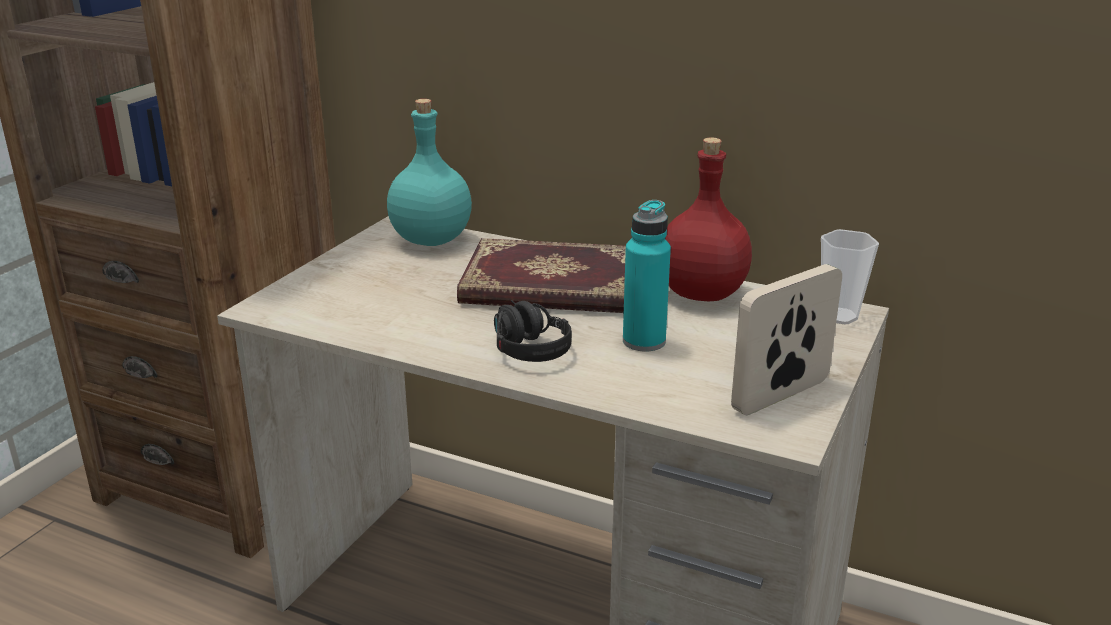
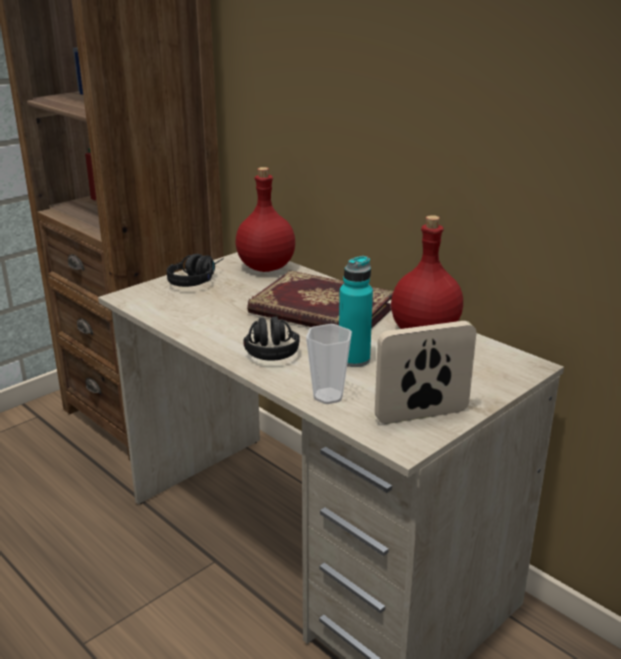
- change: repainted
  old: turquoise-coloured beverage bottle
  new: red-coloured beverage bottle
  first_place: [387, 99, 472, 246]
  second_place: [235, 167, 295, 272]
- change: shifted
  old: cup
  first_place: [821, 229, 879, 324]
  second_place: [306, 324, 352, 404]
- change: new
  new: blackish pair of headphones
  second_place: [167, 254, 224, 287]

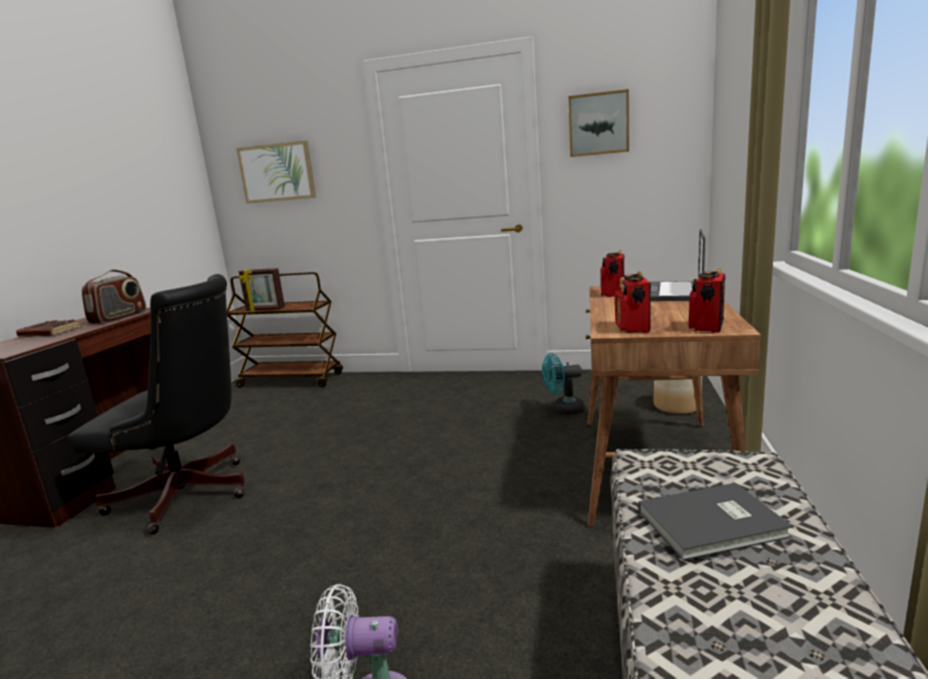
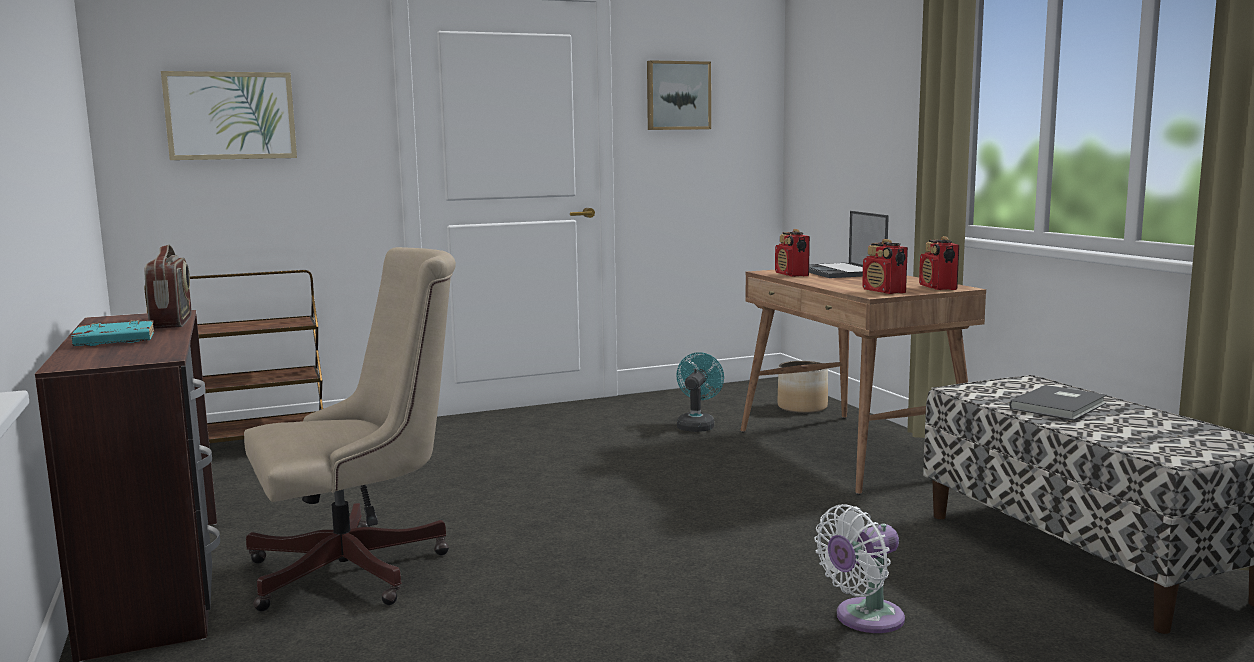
- change: repainted
  old: brownish book
  new: turquoise-coloured book
  first_place: [16, 320, 82, 337]
  second_place: [72, 320, 155, 346]
- change: repainted
  old: blackish desk chair
  new: beige desk chair
  first_place: [68, 274, 245, 535]
  second_place: [244, 247, 456, 611]
- change: gone
  old: standing frame
  first_place: [239, 268, 285, 311]
- change: rotated
  old: turquoise-coloured fan
  first_place: [542, 353, 585, 415]
  second_place: [676, 352, 724, 432]
  degrees: 150

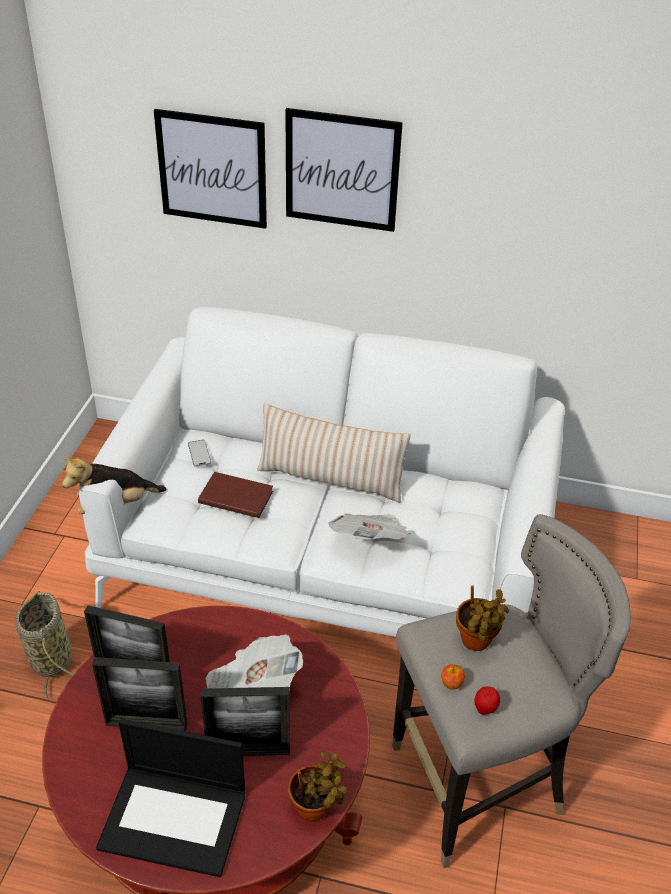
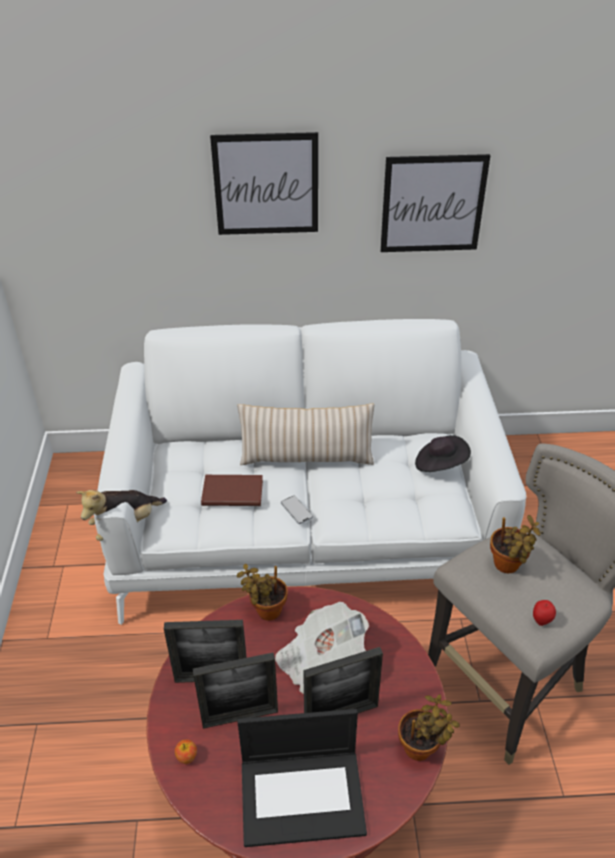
- change: gone
  old: storage basket
  first_place: [15, 591, 74, 700]
- change: shifted
  old: picture
  first_place: [154, 109, 267, 229]
  second_place: [380, 154, 491, 252]
- change: shifted
  old: phone
  first_place: [188, 440, 211, 467]
  second_place: [281, 496, 313, 524]
- change: gone
  old: daily paper
  first_place: [328, 513, 411, 539]
- change: shifted
  old: apple fruit
  first_place: [441, 664, 465, 690]
  second_place: [175, 739, 197, 764]
- change: new
  new: plant in a pot
  second_place: [237, 564, 288, 621]
- change: new
  new: blackish clothing hat
  second_place: [415, 435, 471, 472]

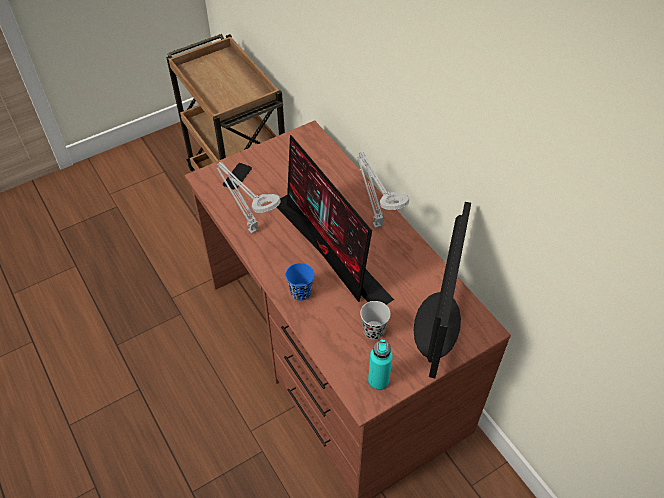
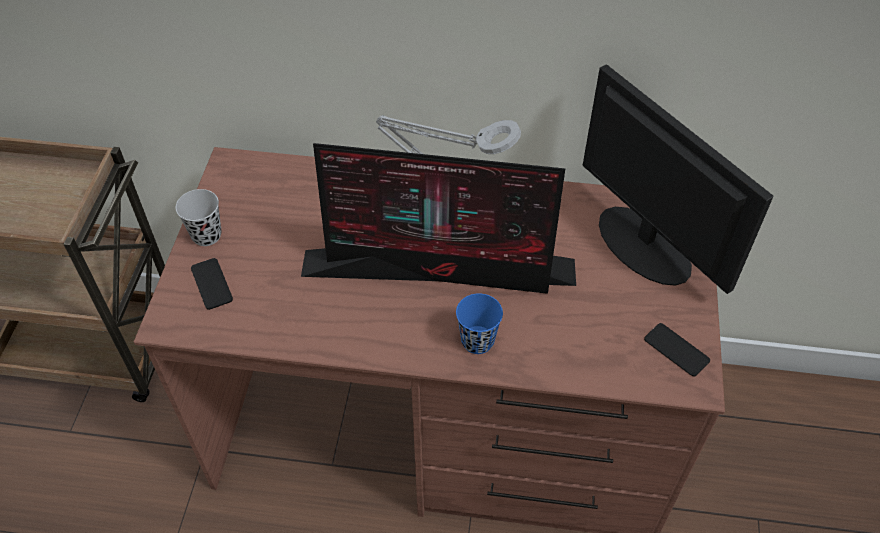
- change: gone
  old: greyish tabletop lamp
  first_place: [217, 162, 281, 234]
- change: shifted
  old: blackish cup
  first_place: [360, 301, 391, 340]
  second_place: [176, 189, 222, 246]
- change: swapped
  old: turquoise-coloured beverage bottle
  new: phone
  first_place: [368, 339, 393, 390]
  second_place: [644, 323, 710, 377]

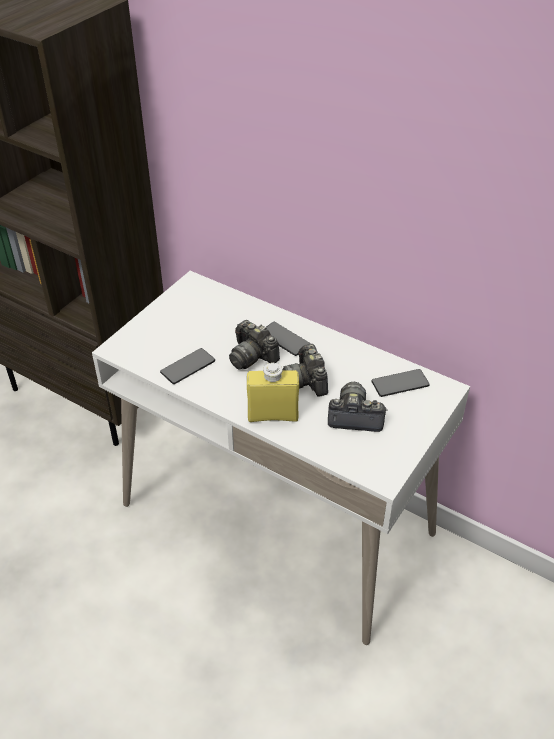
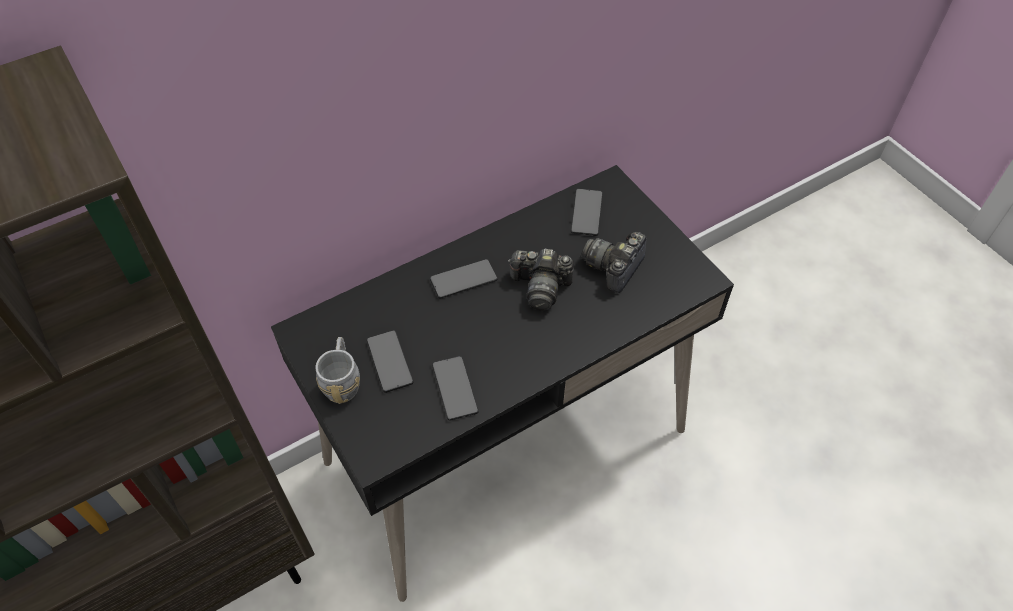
- change: repainted
  old: whitish desk
  new: blackish desk
  first_place: [92, 271, 470, 645]
  second_place: [271, 165, 734, 602]
- change: gone
  old: still camera
  first_place: [229, 320, 280, 369]
- change: gone
  old: yellowish beverage bottle
  first_place: [247, 362, 299, 422]
- change: new
  new: greyish mug
  second_place: [316, 337, 360, 404]
- change: new
  new: phone
  second_place: [367, 330, 413, 393]

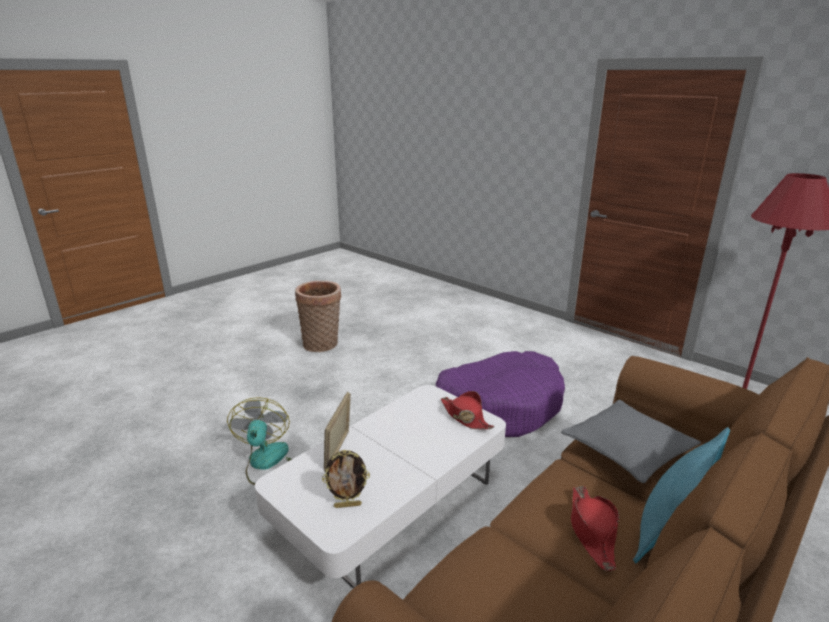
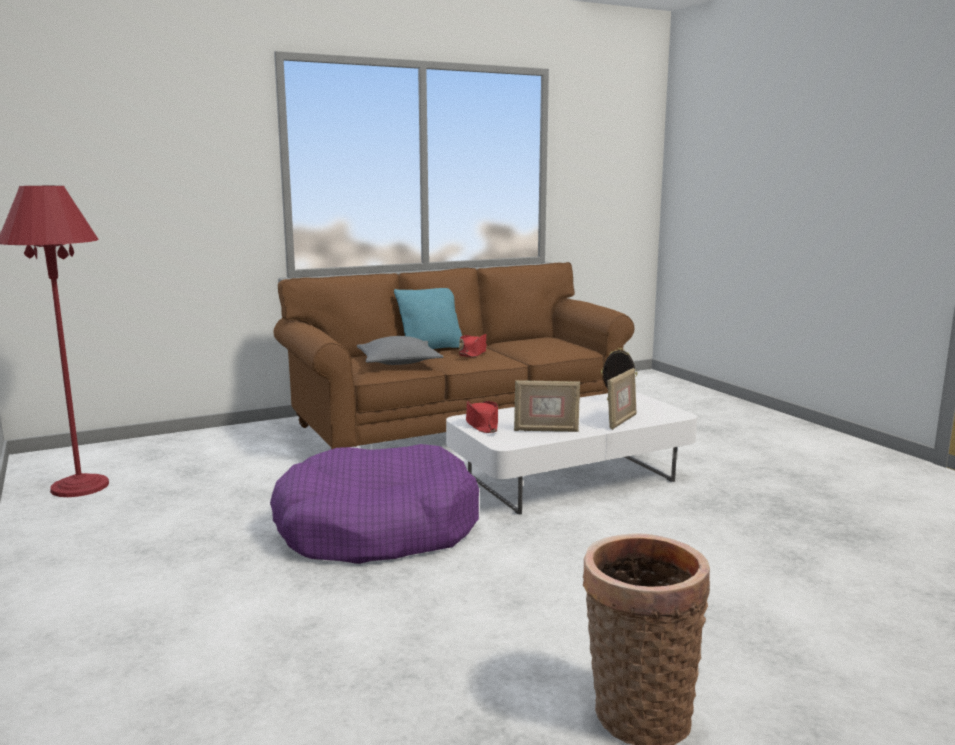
- change: gone
  old: fan
  first_place: [227, 397, 292, 485]
- change: new
  new: standing frame
  second_place: [514, 380, 580, 432]

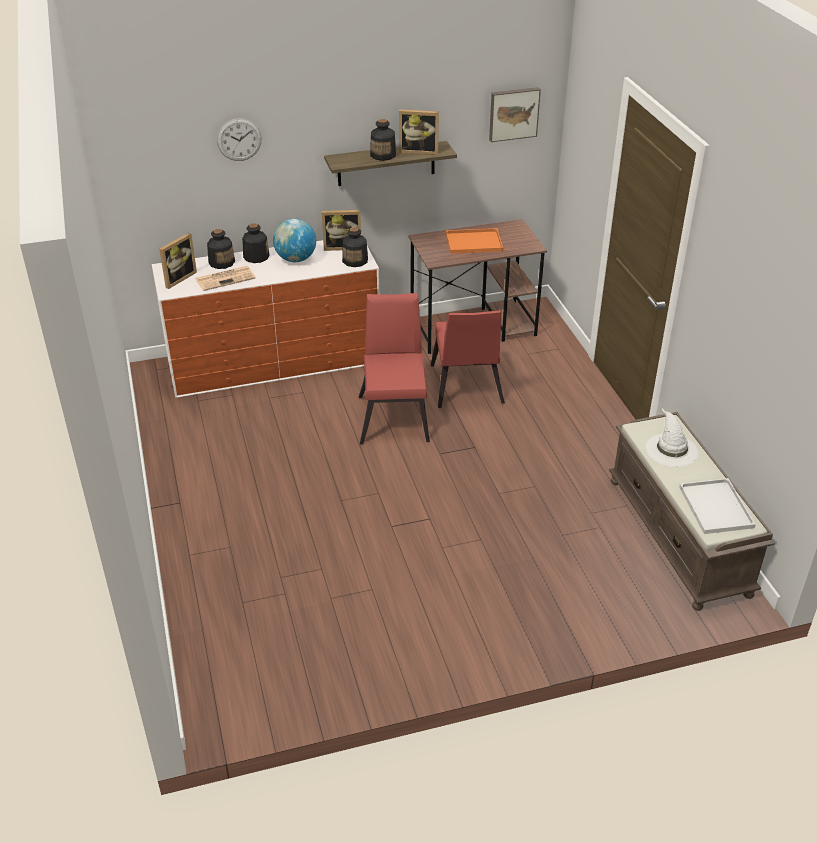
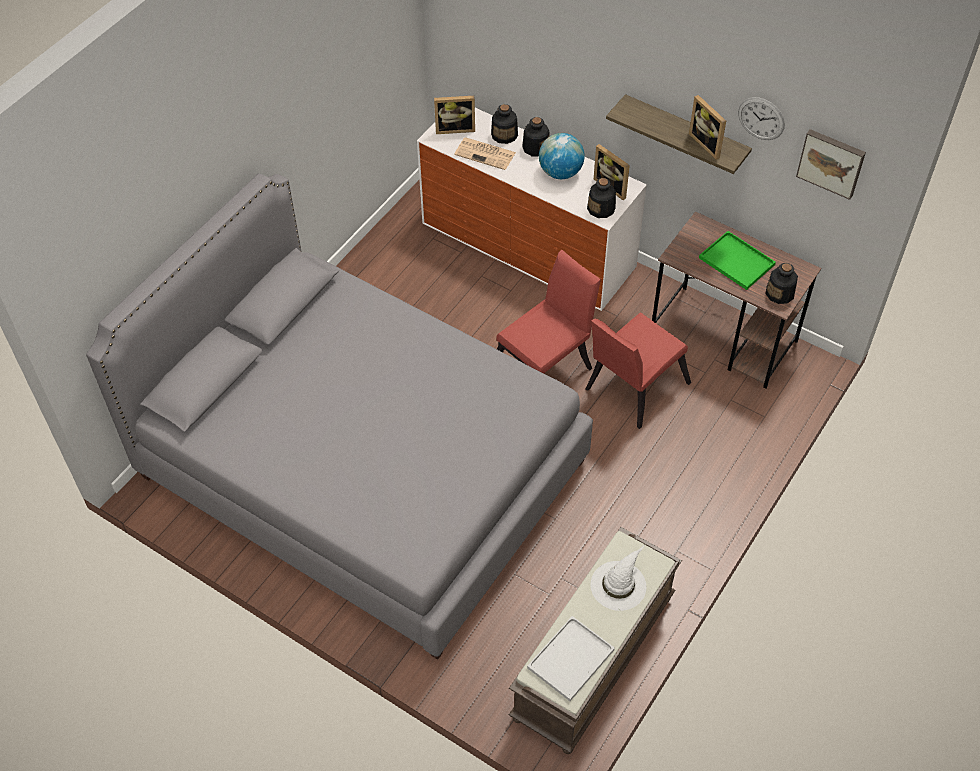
- change: shifted
  old: clock on the wall
  first_place: [217, 118, 262, 161]
  second_place: [738, 97, 785, 140]
- change: shifted
  old: beverage bottle
  first_place: [370, 119, 396, 161]
  second_place: [765, 263, 798, 304]
- change: repainted
  old: orange-coloured carrying tray
  new: green-coloured carrying tray
  first_place: [446, 228, 503, 254]
  second_place: [699, 231, 776, 290]
- change: new
  new: greyish bedroom bed
  second_place: [86, 173, 593, 660]

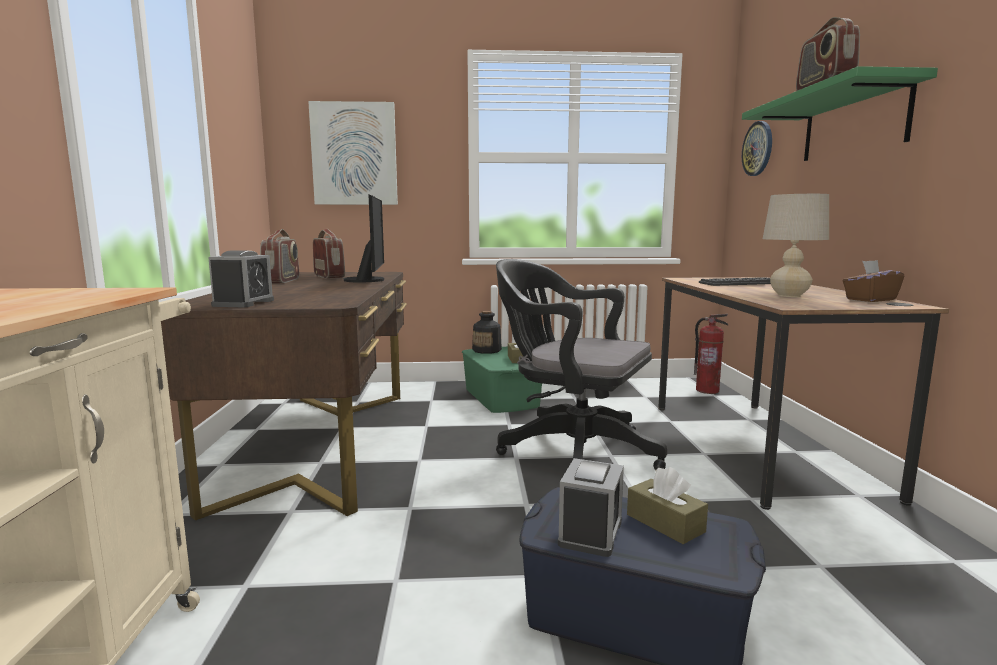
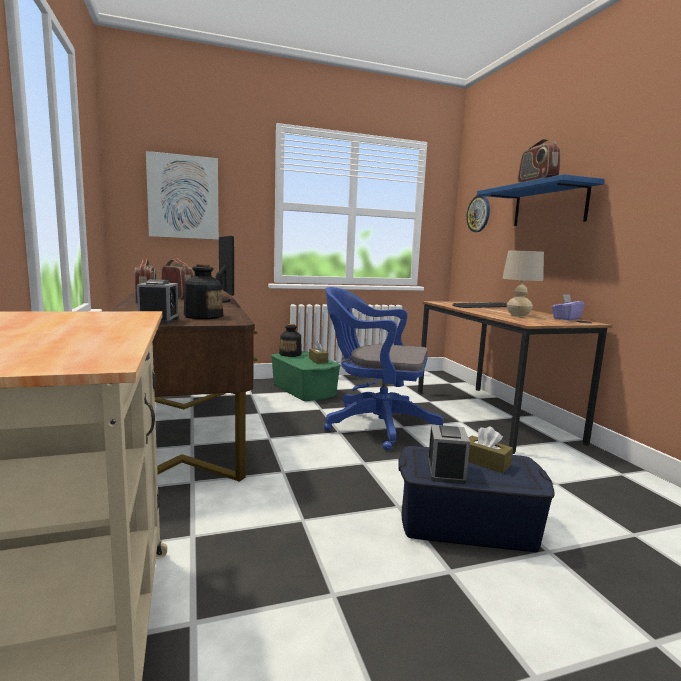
- change: repainted
  old: blackish desk chair
  new: bluish desk chair
  first_place: [496, 259, 667, 471]
  second_place: [324, 287, 443, 451]
- change: gone
  old: fire-fighting cylinder
  first_place: [694, 314, 728, 394]
- change: repainted
  old: green-coloured shelf
  new: bluish shelf
  first_place: [742, 66, 938, 161]
  second_place: [477, 174, 604, 226]
- change: repainted
  old: brownish tissue holder
  new: purplish tissue holder
  first_place: [843, 260, 904, 302]
  second_place: [552, 294, 585, 320]
- change: new
  new: beverage bottle
  second_place: [184, 264, 223, 319]

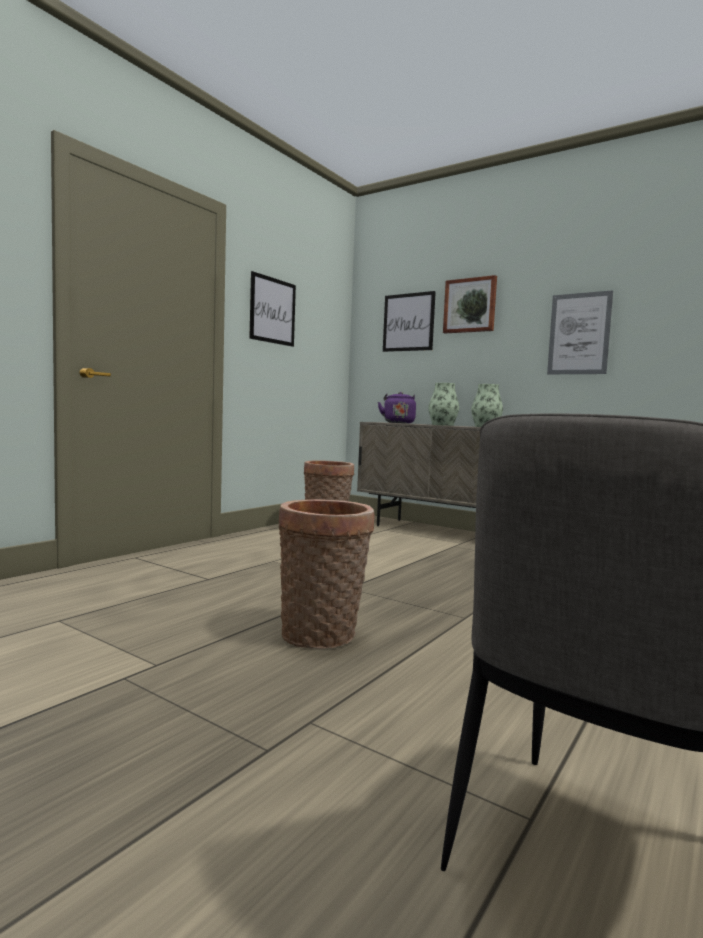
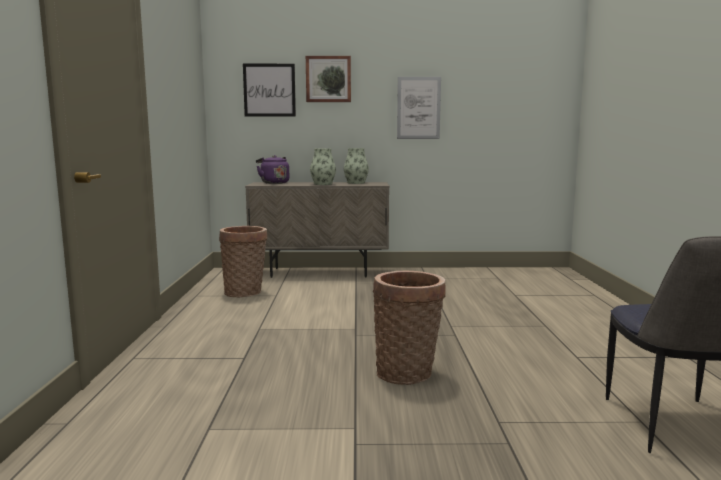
- change: gone
  old: picture
  first_place: [249, 271, 296, 347]

